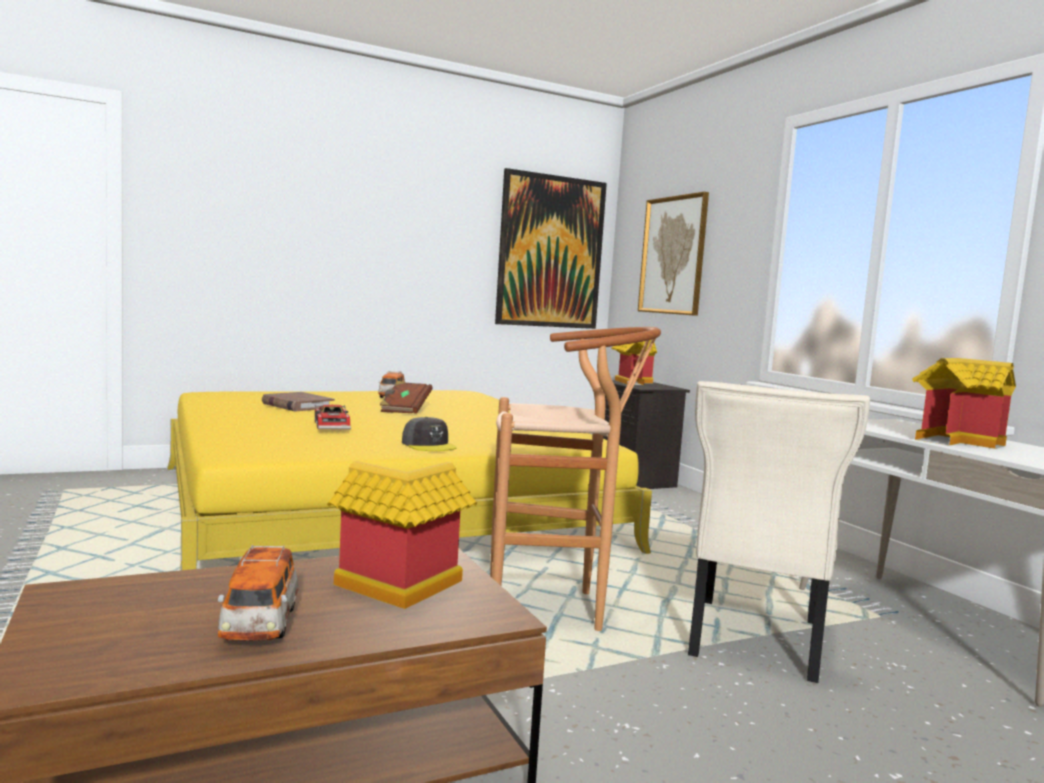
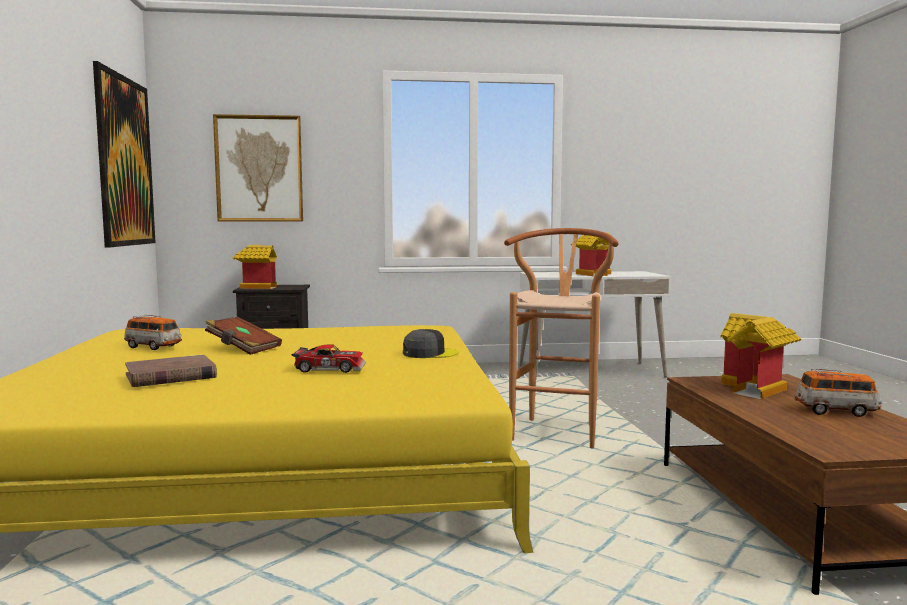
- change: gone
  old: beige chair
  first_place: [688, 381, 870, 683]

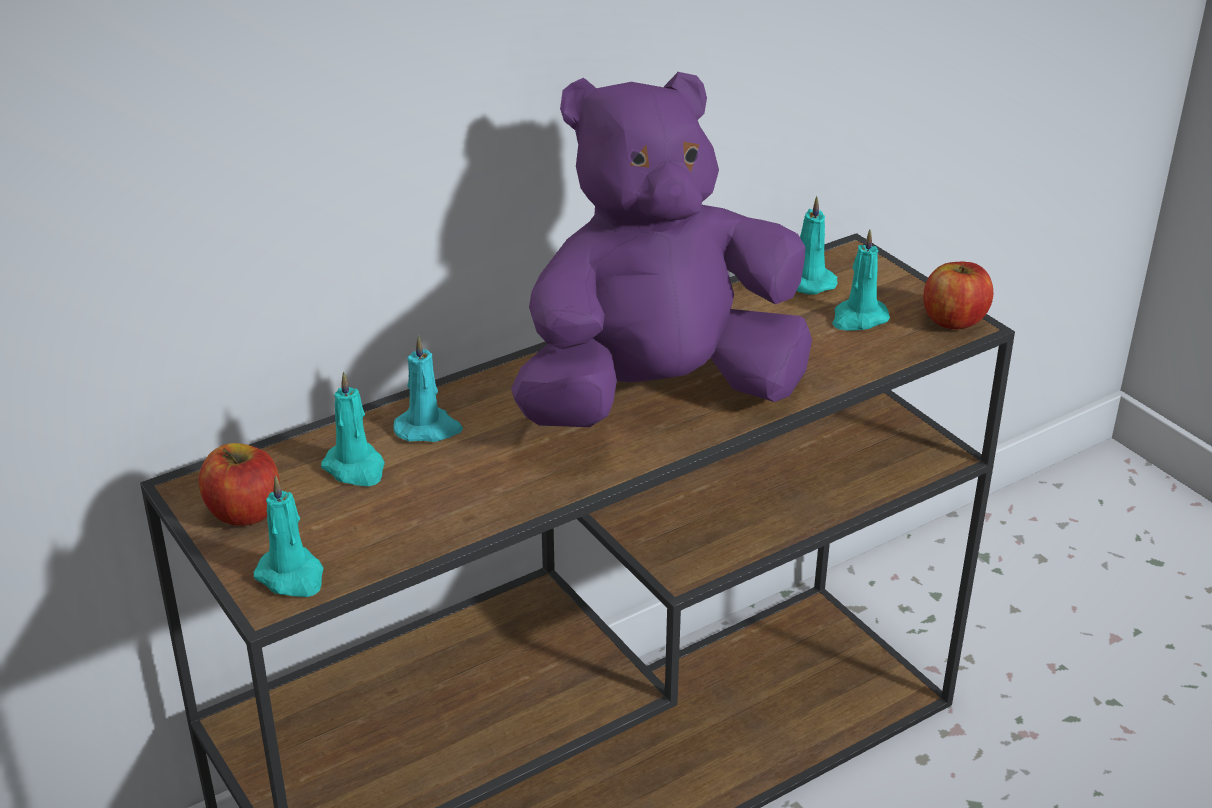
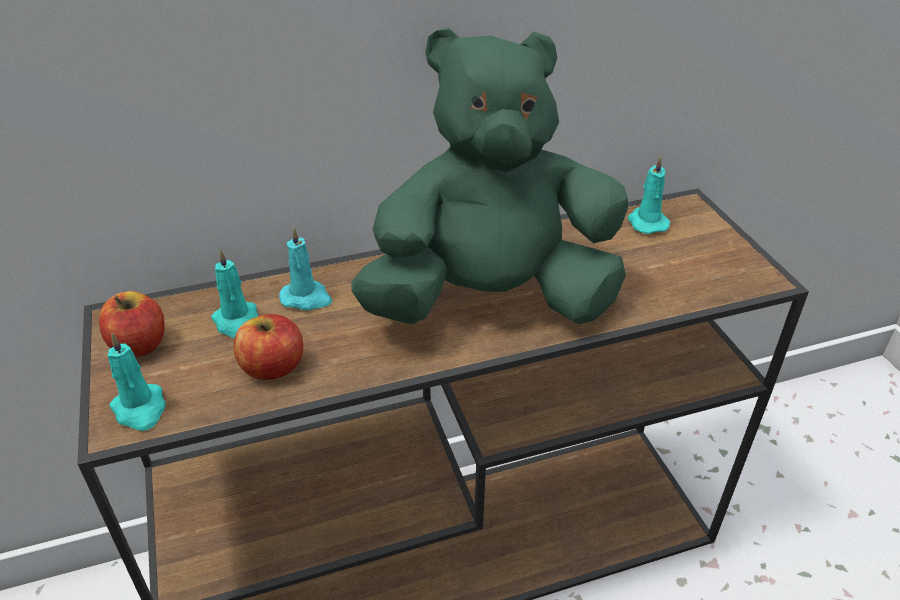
- change: repainted
  old: purplish cuddly toy
  new: green-coloured cuddly toy
  first_place: [511, 72, 812, 427]
  second_place: [351, 27, 628, 325]
- change: gone
  old: turquoise-coloured wax light
  first_place: [832, 230, 890, 331]
- change: shifted
  old: apple fruit
  first_place: [923, 261, 993, 330]
  second_place: [234, 314, 303, 380]

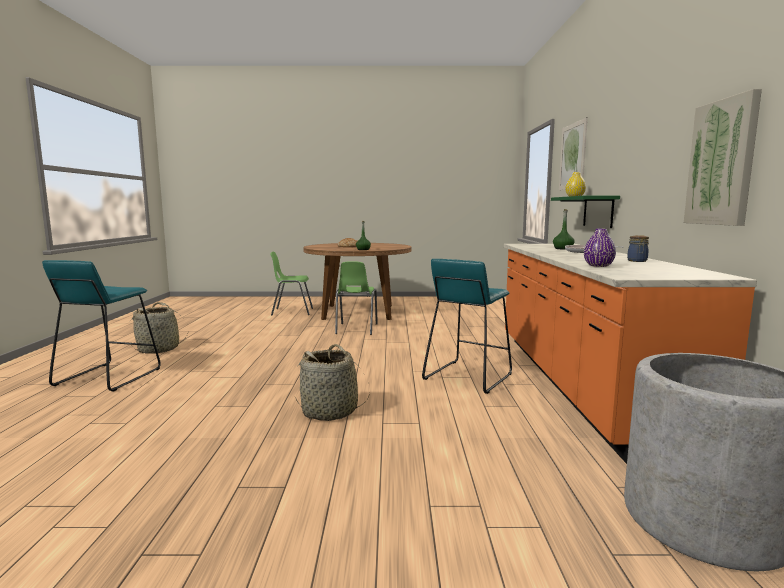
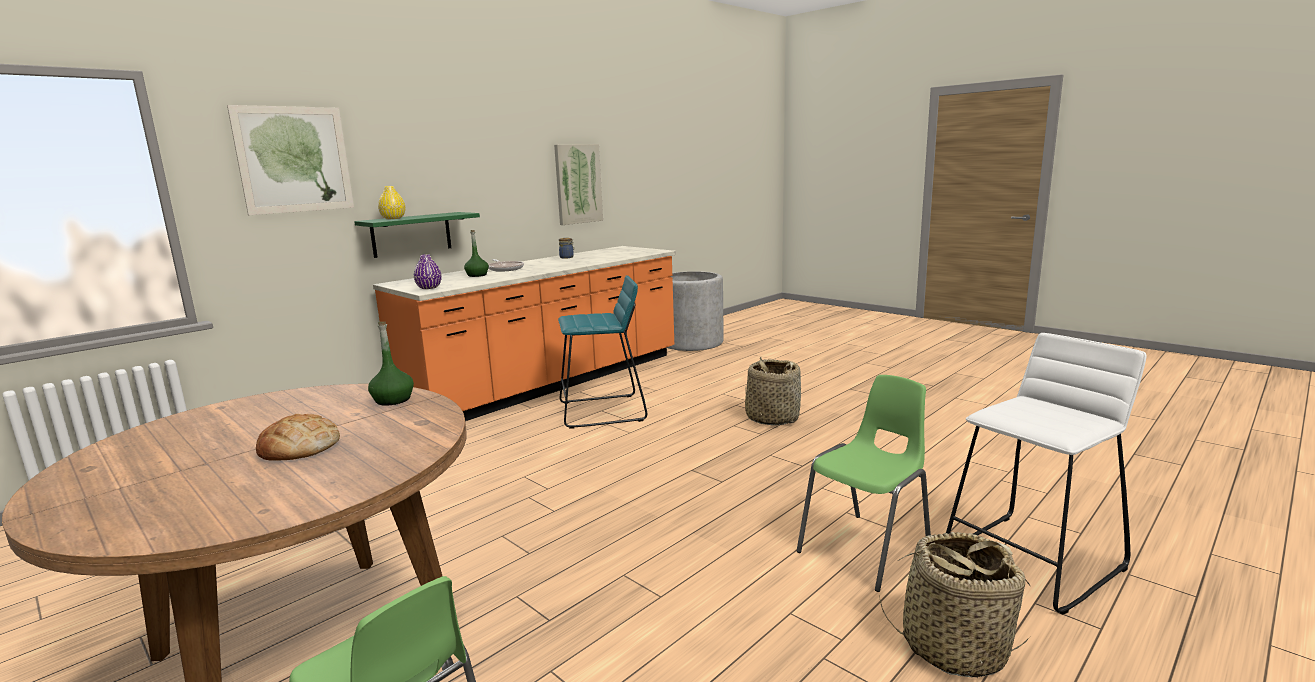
- change: repainted
  old: turquoise-coloured stool seat
  new: whitish stool seat
  first_place: [42, 260, 161, 391]
  second_place: [946, 333, 1147, 615]
- change: shifted
  old: green-coloured chair
  first_place: [335, 261, 378, 335]
  second_place: [797, 375, 931, 592]
- change: shifted
  old: purplish decorative vase
  first_place: [584, 229, 616, 267]
  second_place: [414, 254, 442, 289]

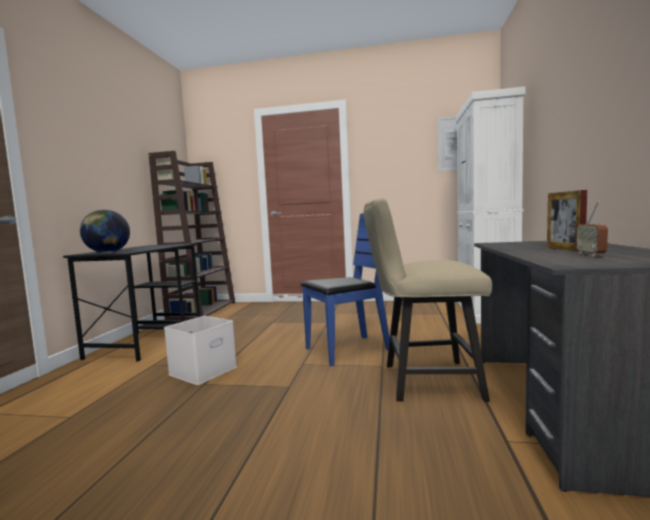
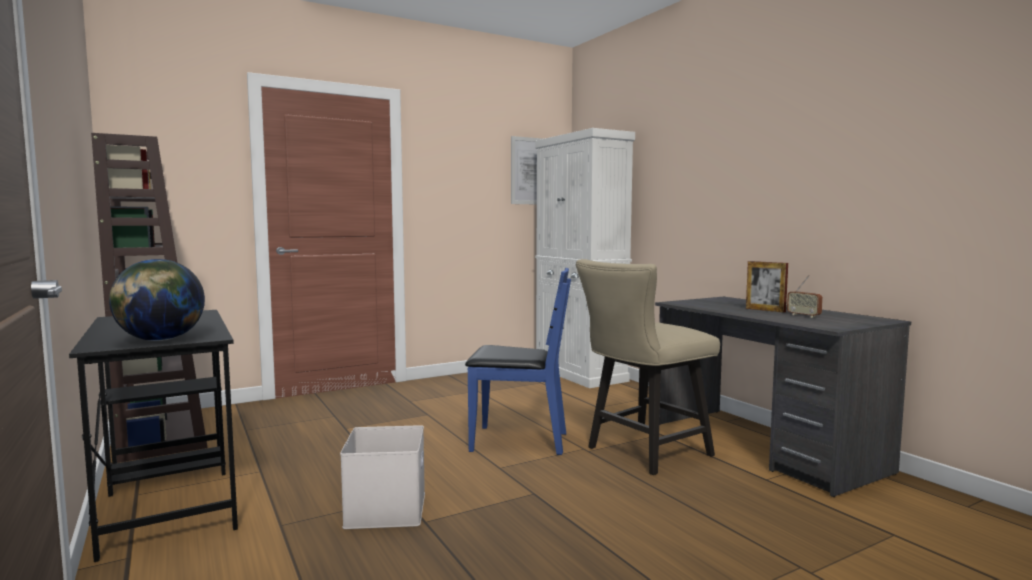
- change: rotated
  old: bluish chair
  first_place: [300, 213, 390, 366]
  second_place: [465, 268, 571, 455]
  degrees: 75

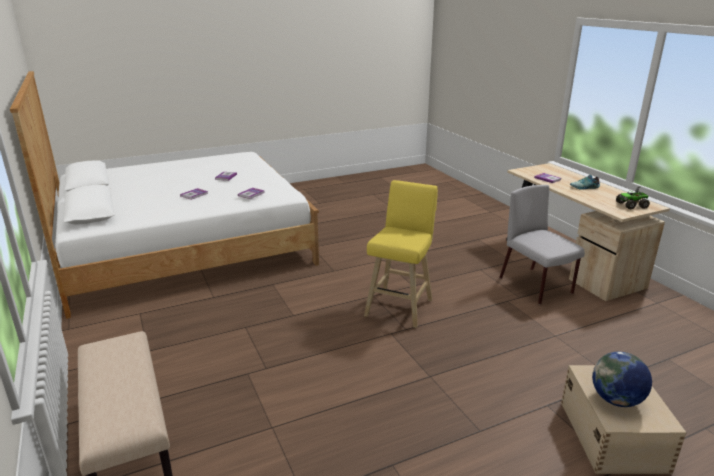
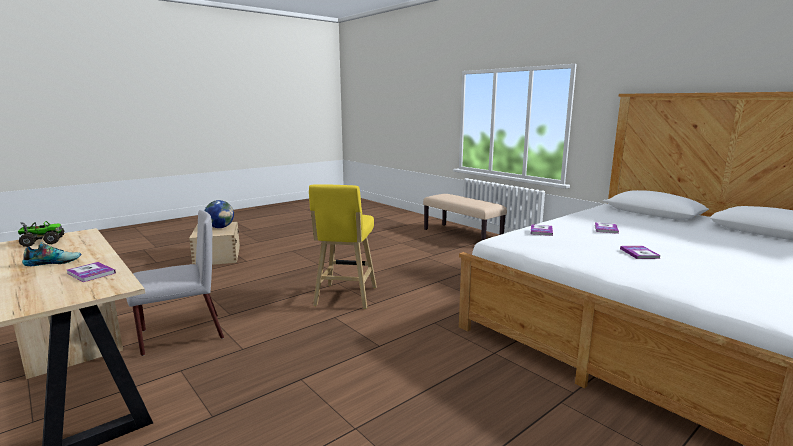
- change: rotated
  old: greyish chair
  first_place: [499, 185, 585, 304]
  second_place: [126, 210, 224, 356]
  degrees: -75

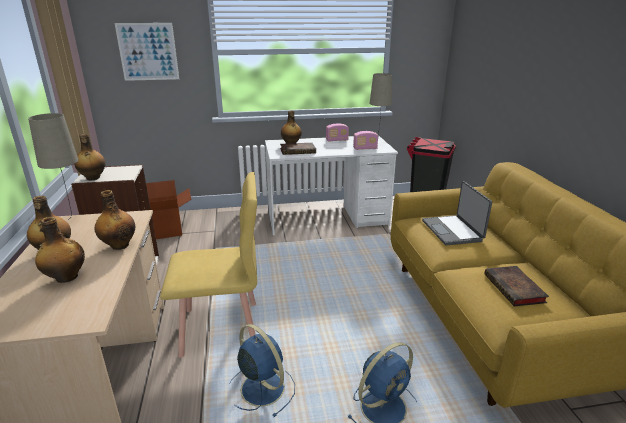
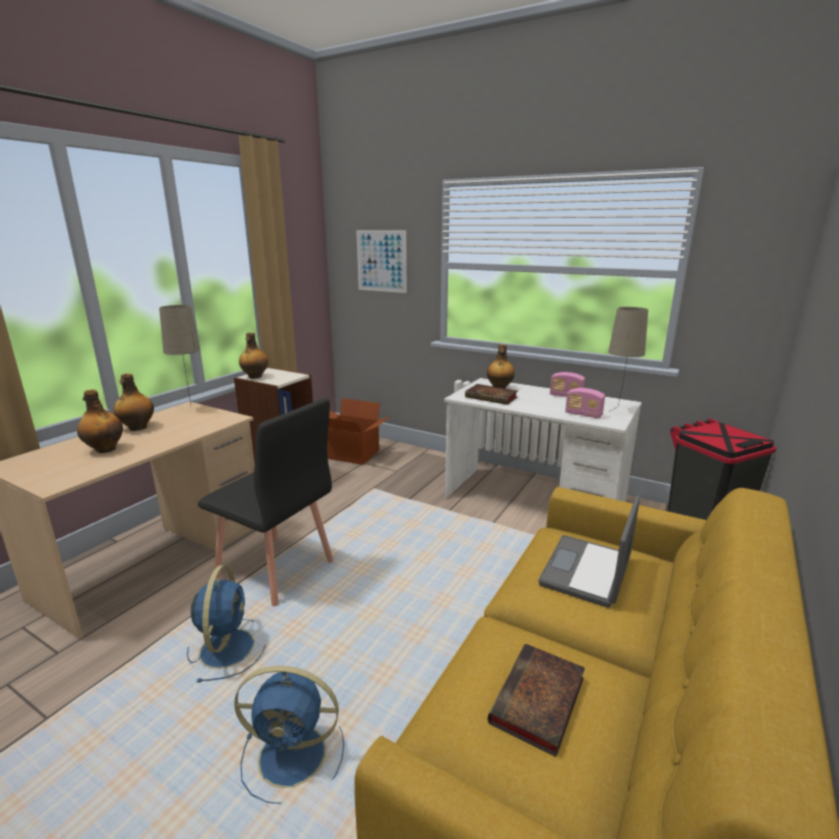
- change: gone
  old: beverage bottle
  first_place: [95, 190, 135, 250]
- change: repainted
  old: yellowish chair
  new: blackish chair
  first_place: [160, 172, 257, 358]
  second_place: [198, 398, 334, 606]

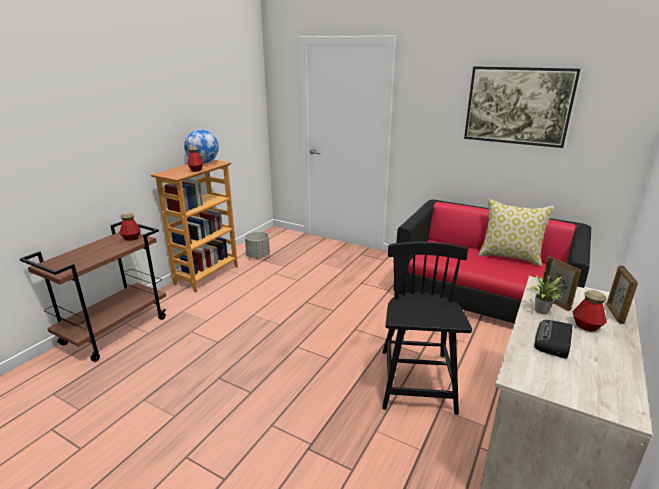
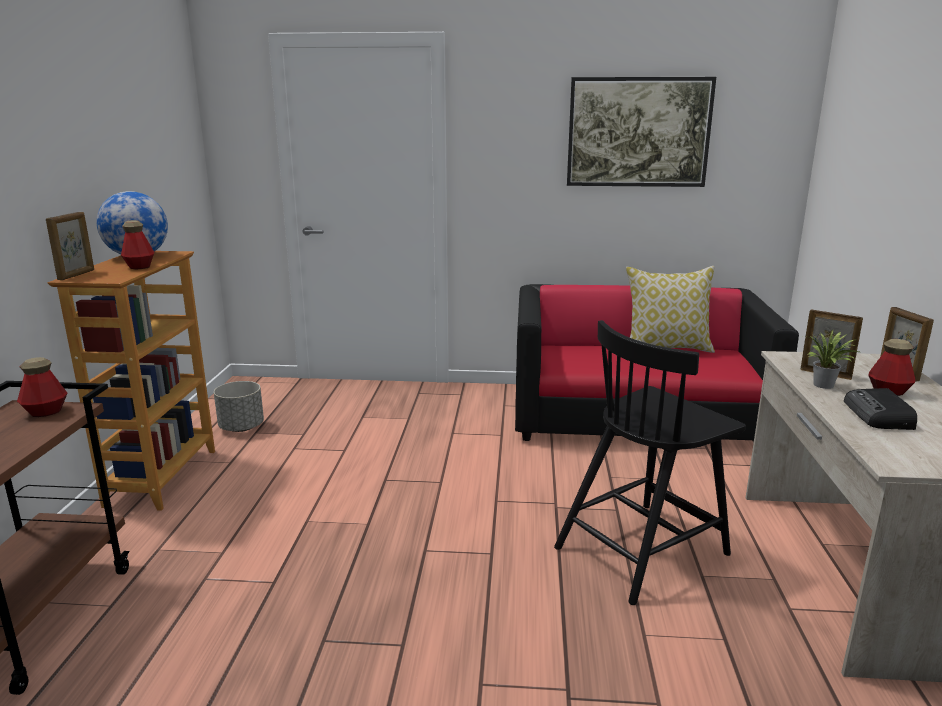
- change: rotated
  old: blackish chair
  first_place: [382, 242, 472, 415]
  second_place: [554, 320, 746, 605]
  degrees: -105
- change: new
  new: standing frame
  second_place: [46, 212, 94, 280]

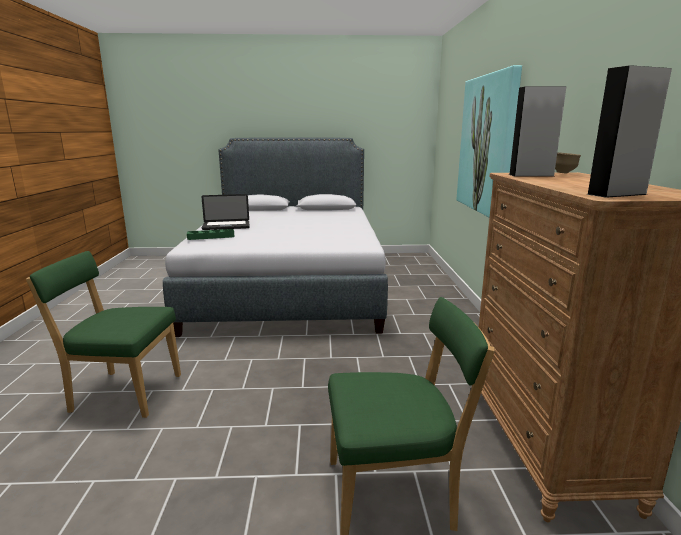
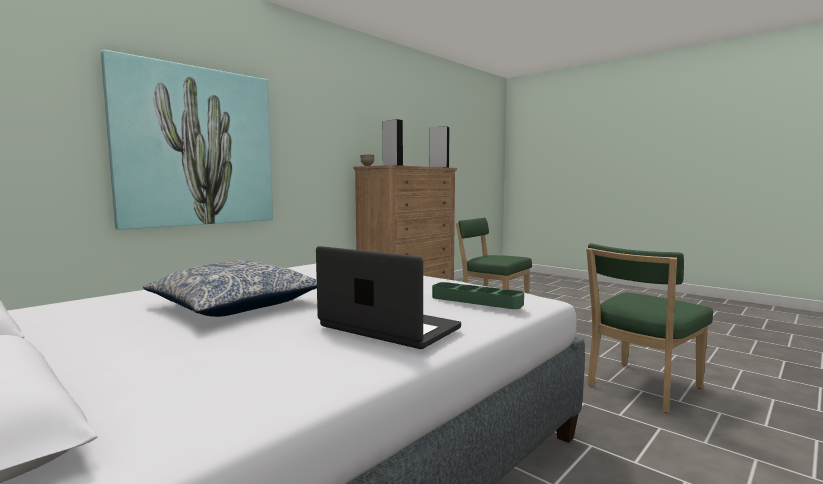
- change: rotated
  old: green-coloured chair
  first_place: [26, 251, 181, 418]
  second_place: [586, 243, 713, 413]
  degrees: 90
- change: new
  new: throw pillow
  second_place: [143, 260, 317, 317]

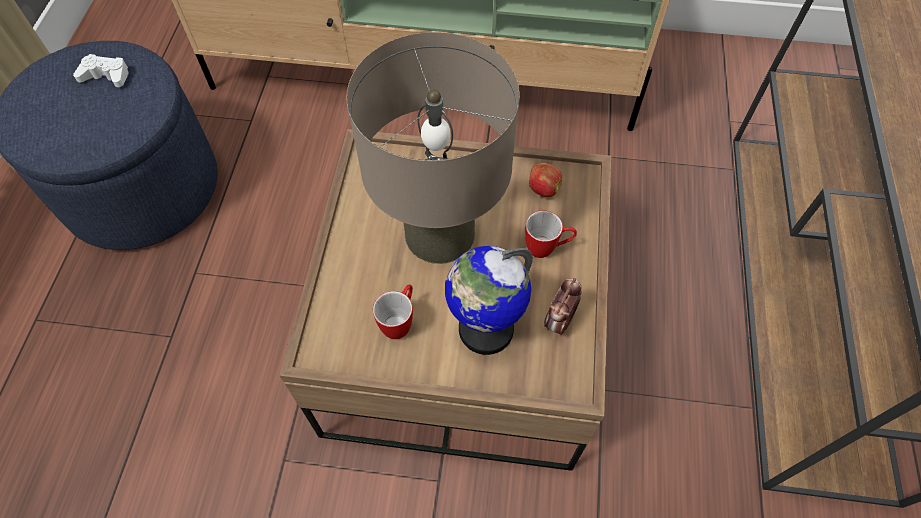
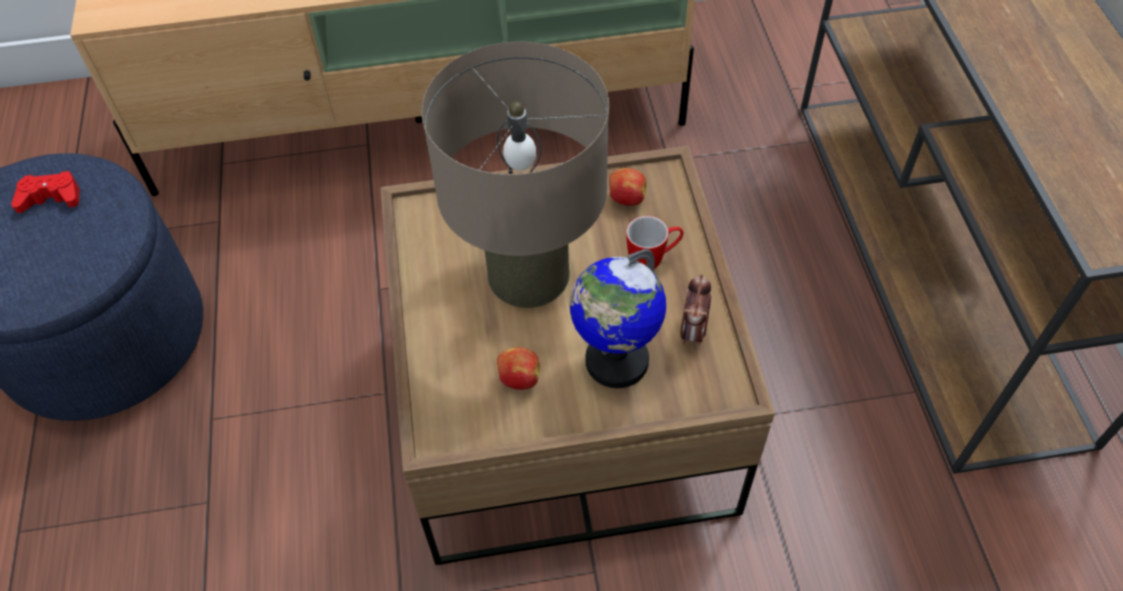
- change: repainted
  old: whitish gamepad
  new: red-coloured gamepad
  first_place: [73, 54, 129, 87]
  second_place: [11, 171, 79, 213]
- change: swapped
  old: mug
  new: apple fruit
  first_place: [373, 285, 413, 339]
  second_place: [497, 347, 540, 390]

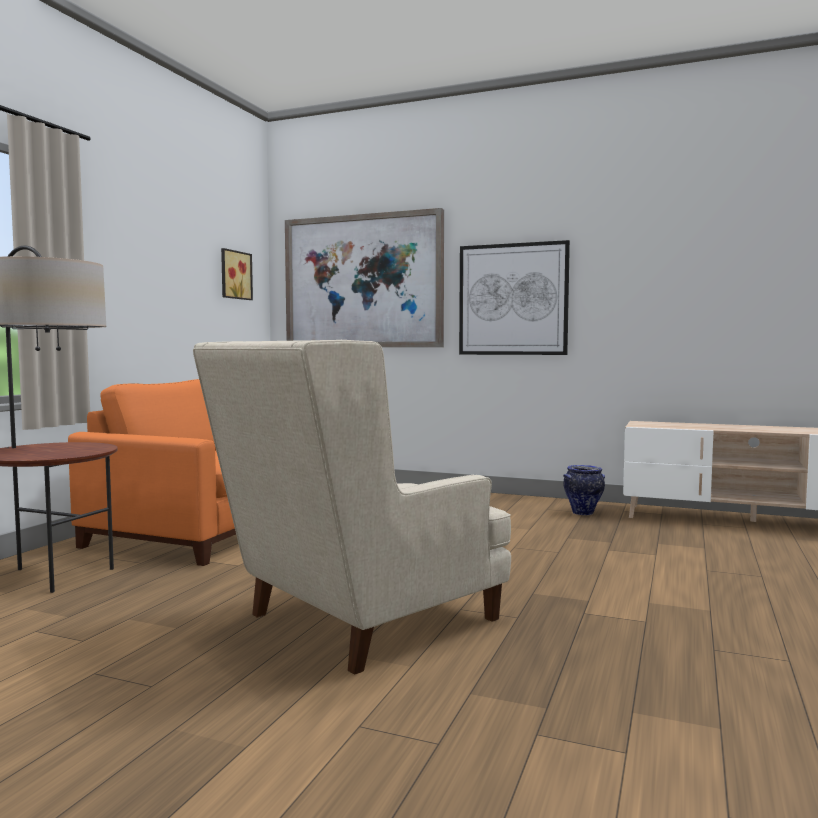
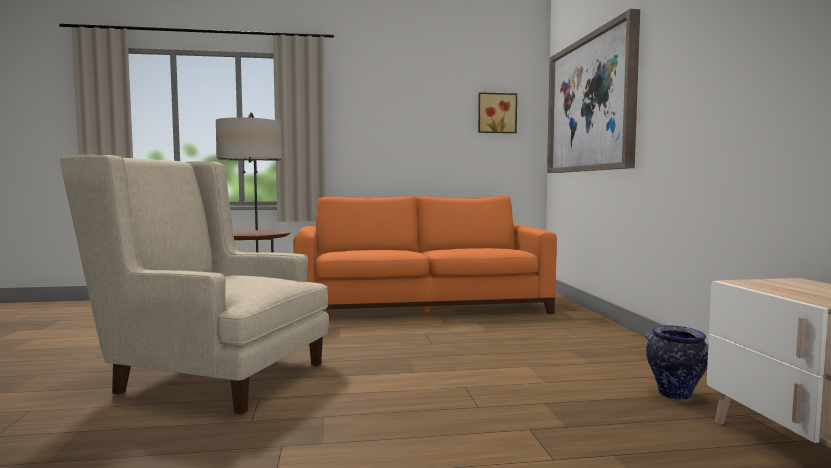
- change: gone
  old: picture
  first_place: [459, 240, 570, 355]

